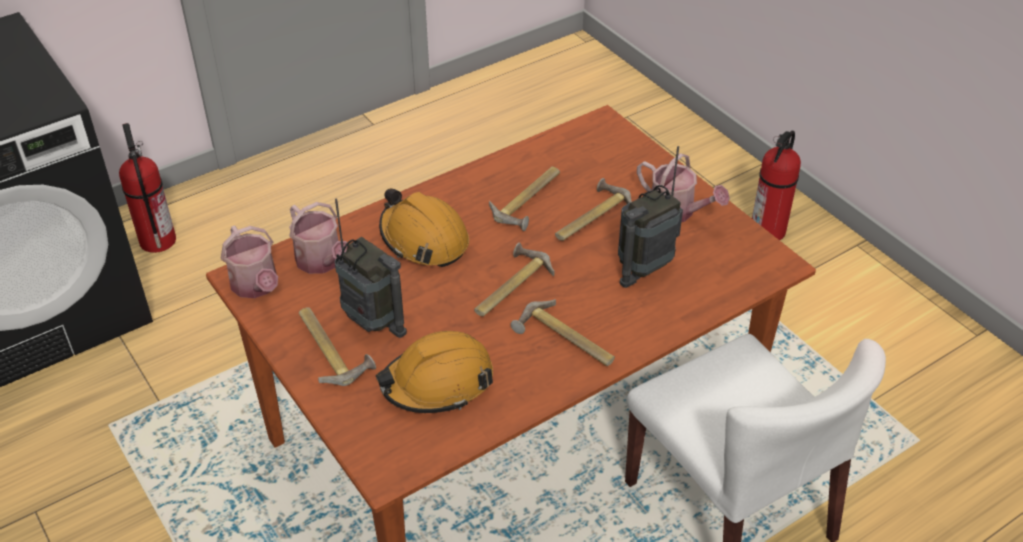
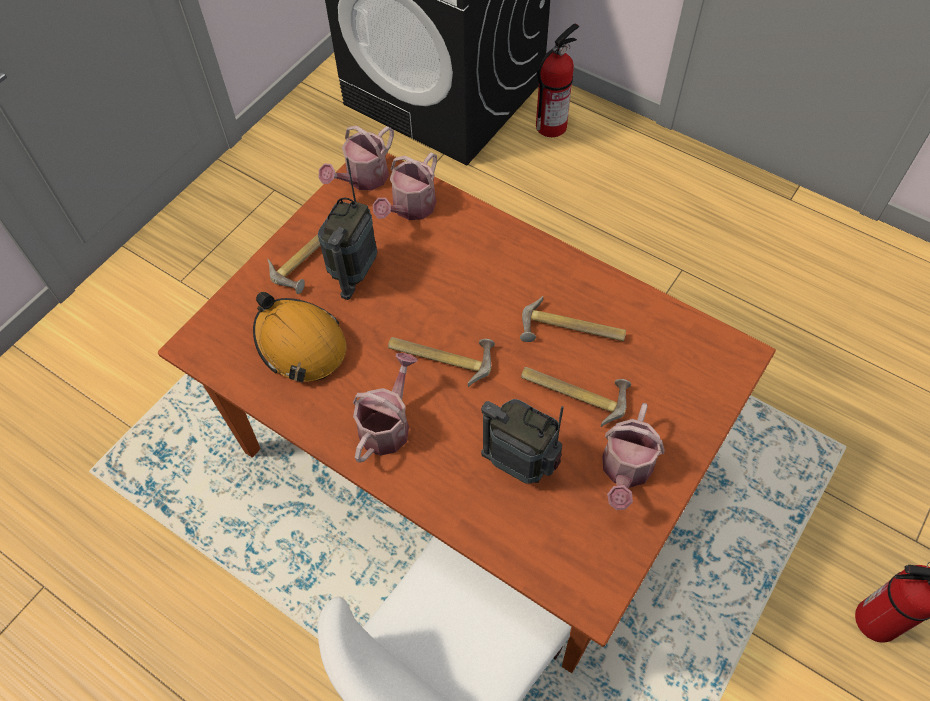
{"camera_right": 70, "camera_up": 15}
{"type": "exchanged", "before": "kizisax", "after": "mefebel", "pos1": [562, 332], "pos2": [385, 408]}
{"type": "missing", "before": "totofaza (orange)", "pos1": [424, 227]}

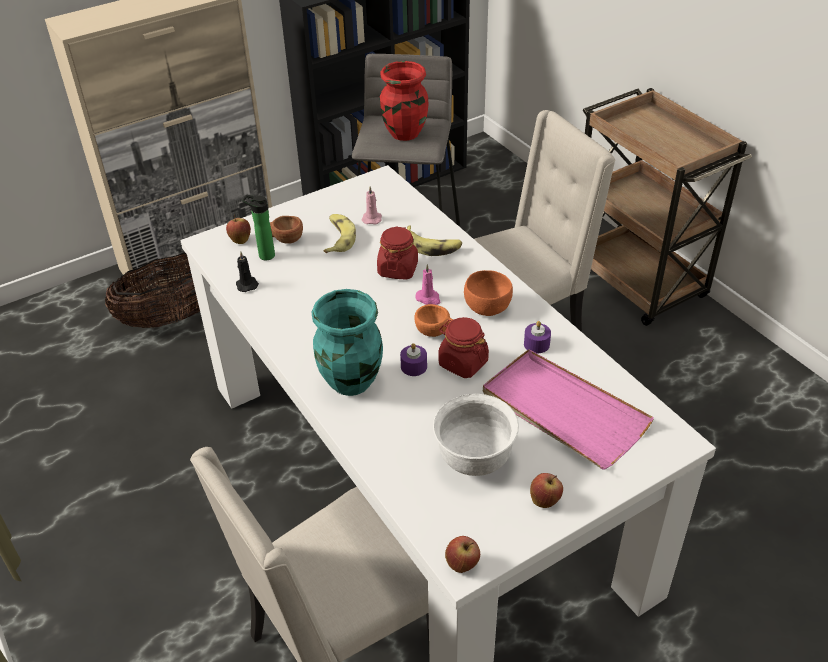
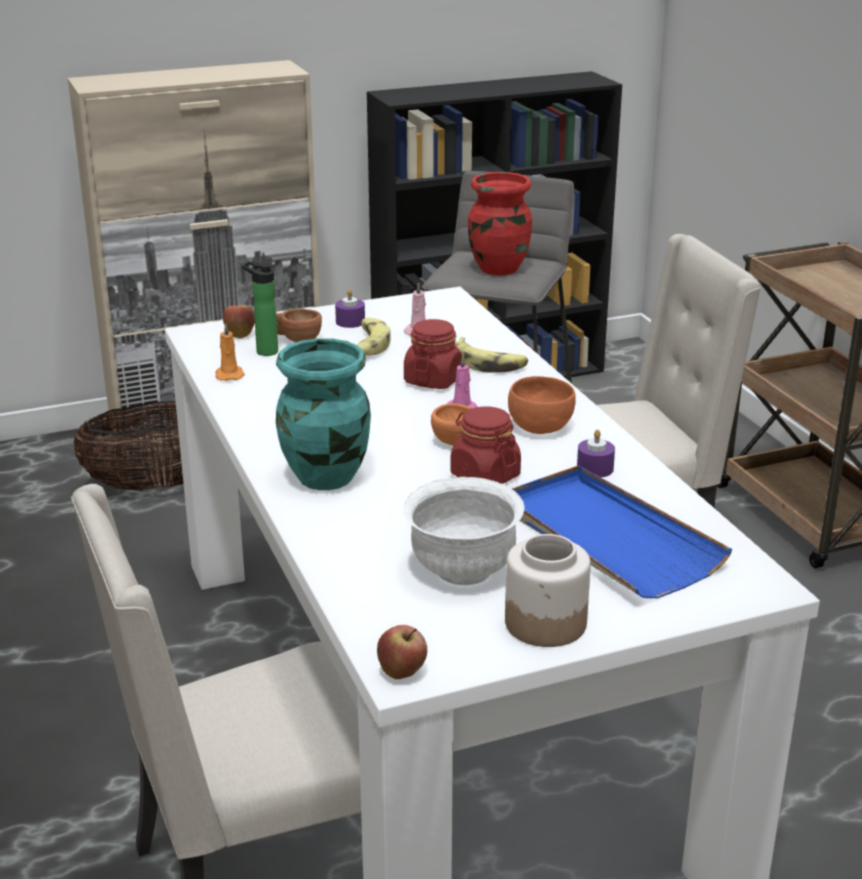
{"camera_right": 10, "camera_up": -15}
{"type": "colour", "before": "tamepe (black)", "after": "tamepe (orange)", "pos1": [247, 272], "pos2": [230, 352]}
{"type": "relocated", "before": "tamepe (purple)", "pos1": [413, 359], "pos2": [350, 308]}
{"type": "exchanged", "before": "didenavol", "after": "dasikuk", "pos1": [546, 490], "pos2": [548, 590]}
{"type": "colour", "before": "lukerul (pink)", "after": "lukerul (blue)", "pos1": [568, 409], "pos2": [622, 531]}

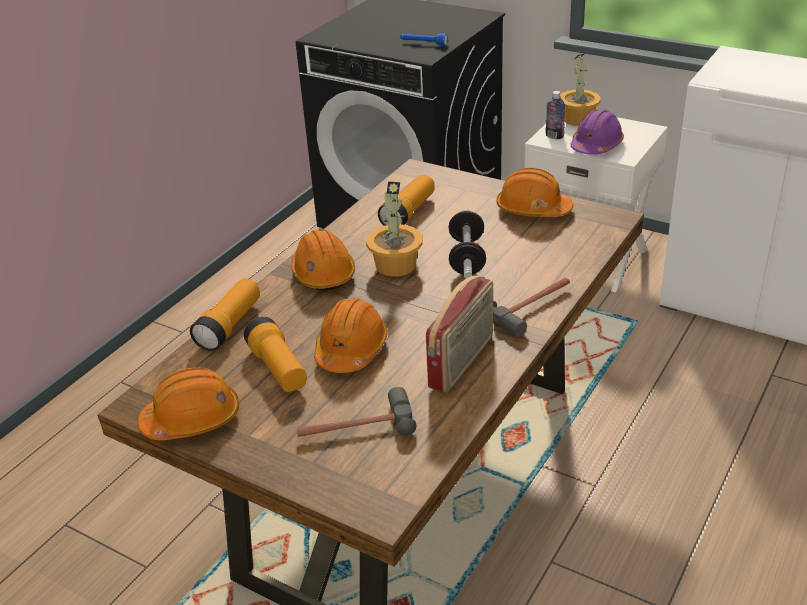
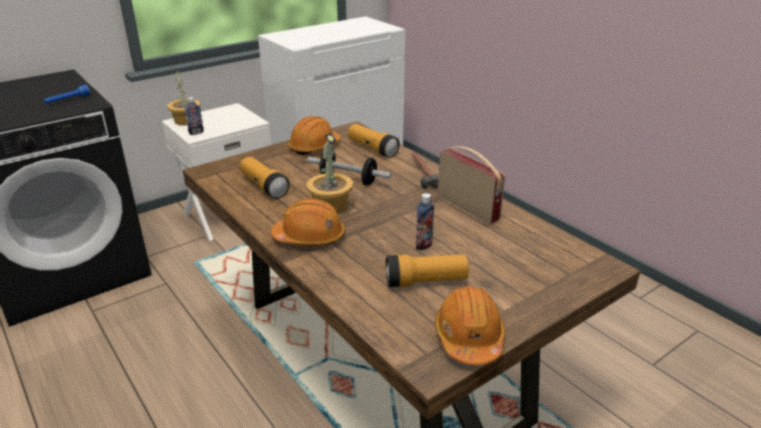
{"camera_right": -70, "camera_up": -5}
{"type": "relocated", "before": "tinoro", "pos1": [225, 315], "pos2": [374, 141]}
{"type": "exchanged", "before": "totofaza (orange)", "after": "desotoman", "pos1": [351, 335], "pos2": [425, 221]}
{"type": "missing", "before": "kizisax", "pos1": [356, 412]}
{"type": "missing", "before": "totofaza (purple)", "pos1": [597, 132]}

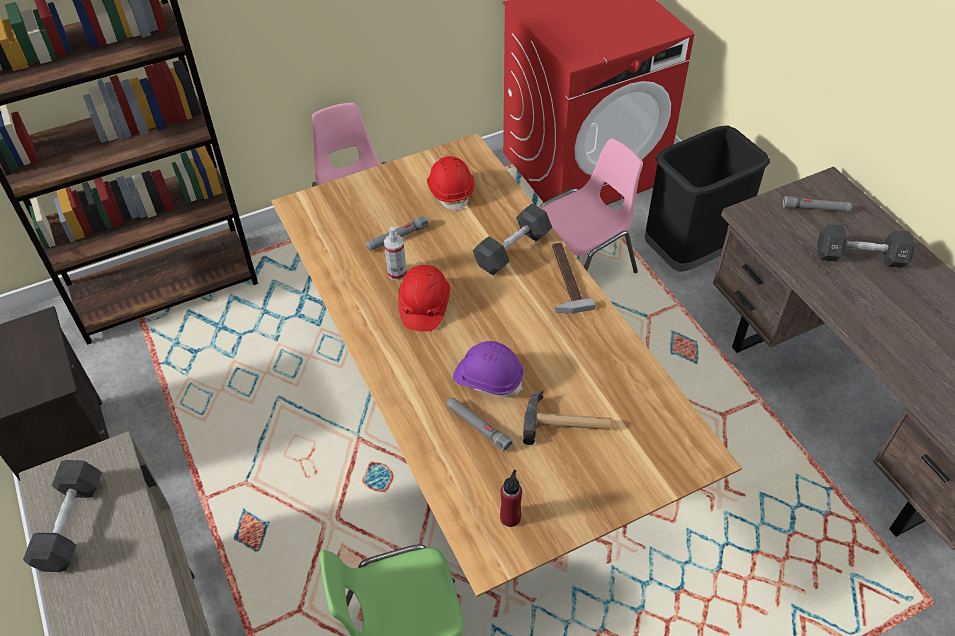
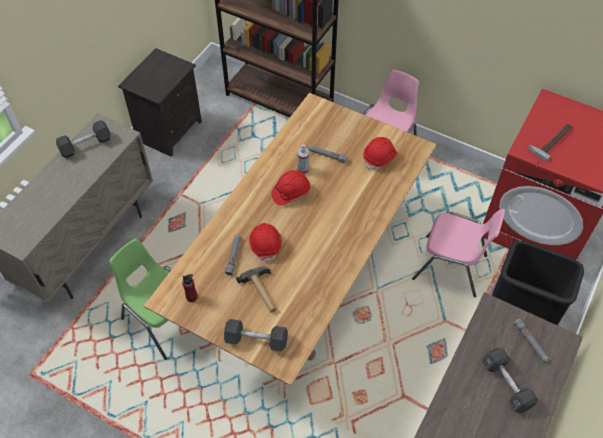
{"camera_right": 55, "camera_up": 5}
{"type": "relocated", "before": "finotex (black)", "pos1": [512, 239], "pos2": [256, 335]}
{"type": "colour", "before": "totofaza (purple)", "after": "totofaza (red)", "pos1": [488, 369], "pos2": [265, 243]}
{"type": "relocated", "before": "kizisax", "pos1": [573, 278], "pos2": [550, 143]}

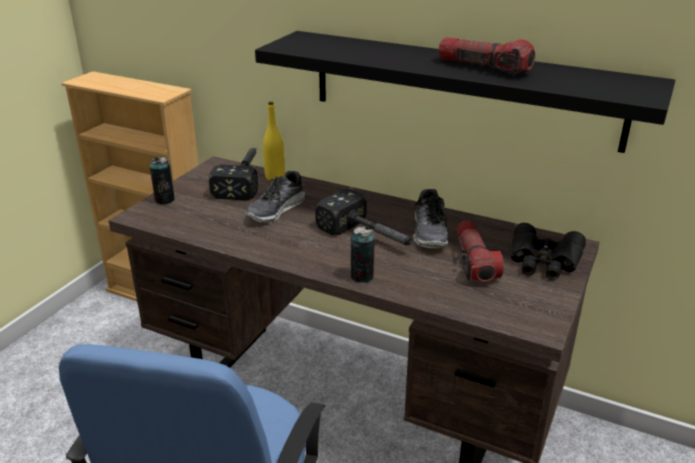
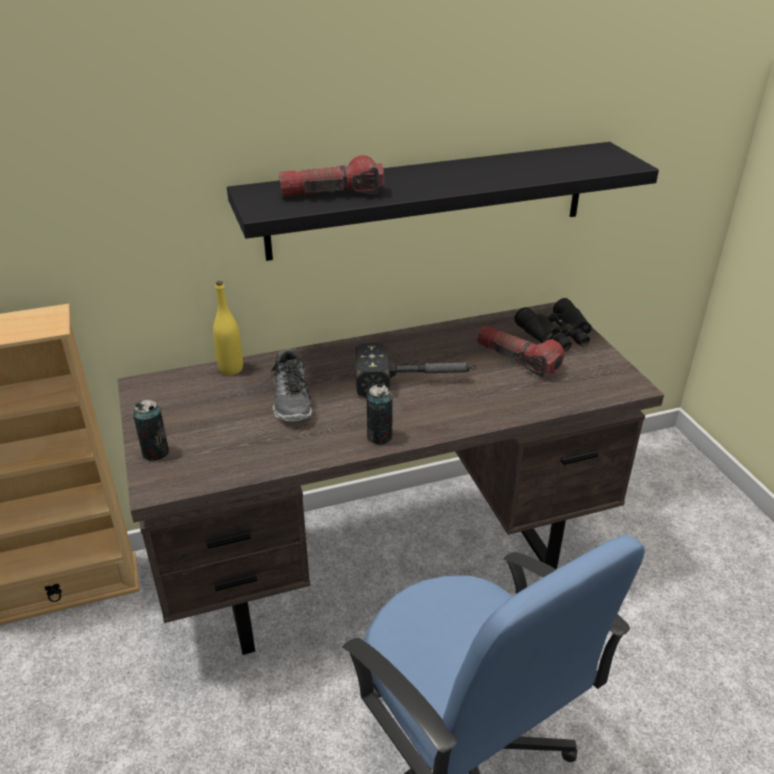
{"camera_right": -45, "camera_up": 5}
{"type": "relocated", "before": "tinoro", "pos1": [486, 56], "pos2": [332, 176]}
{"type": "relocated", "before": "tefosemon", "pos1": [362, 255], "pos2": [380, 414]}
{"type": "missing", "before": "kizisax", "pos1": [233, 174]}
{"type": "missing", "before": "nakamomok", "pos1": [430, 218]}

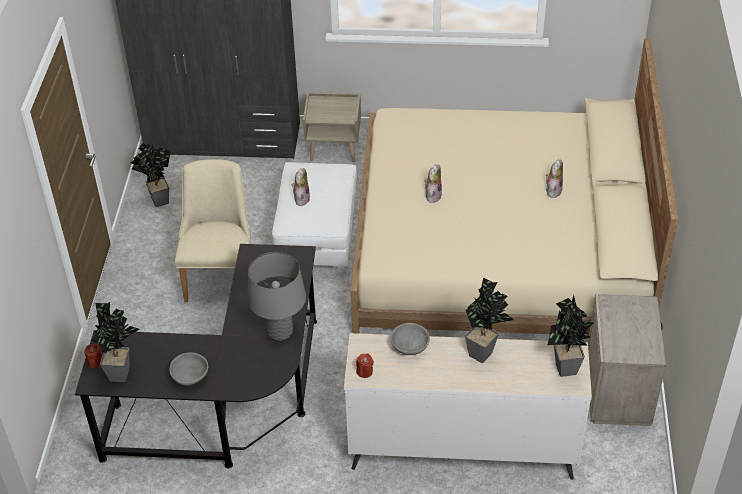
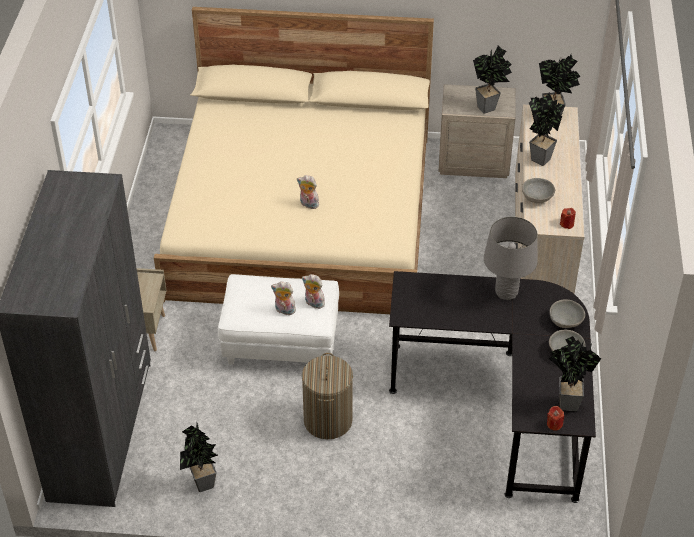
{"camera_right": -90, "camera_up": 0}
{"type": "relocated", "before": "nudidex", "pos1": [554, 179], "pos2": [313, 291]}
{"type": "exchanged", "before": "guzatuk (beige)", "after": "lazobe", "pos1": [213, 230], "pos2": [327, 396]}
{"type": "appeared", "after": "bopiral", "pos2": [492, 79]}
{"type": "appeared", "after": "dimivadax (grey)", "pos2": [567, 313]}

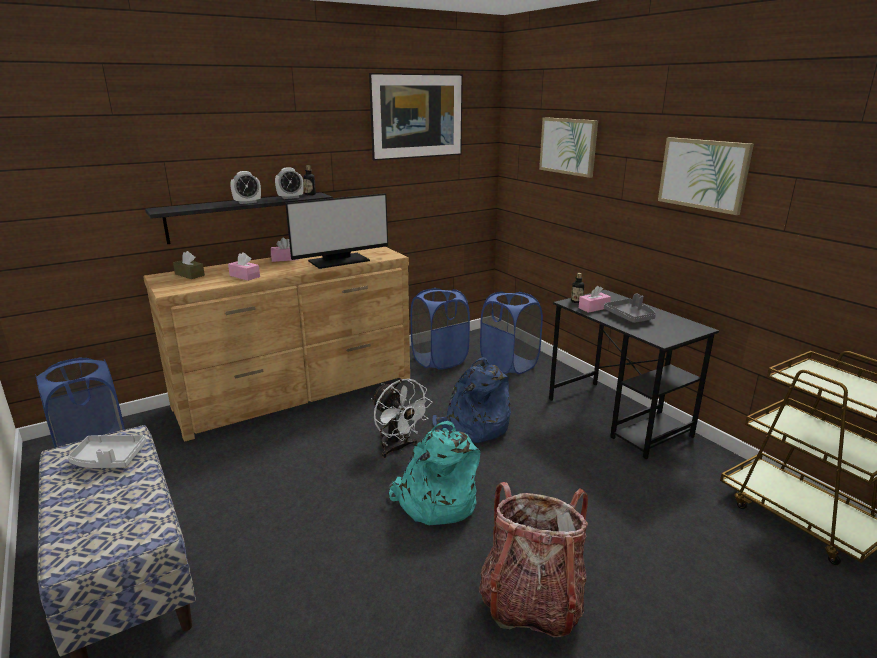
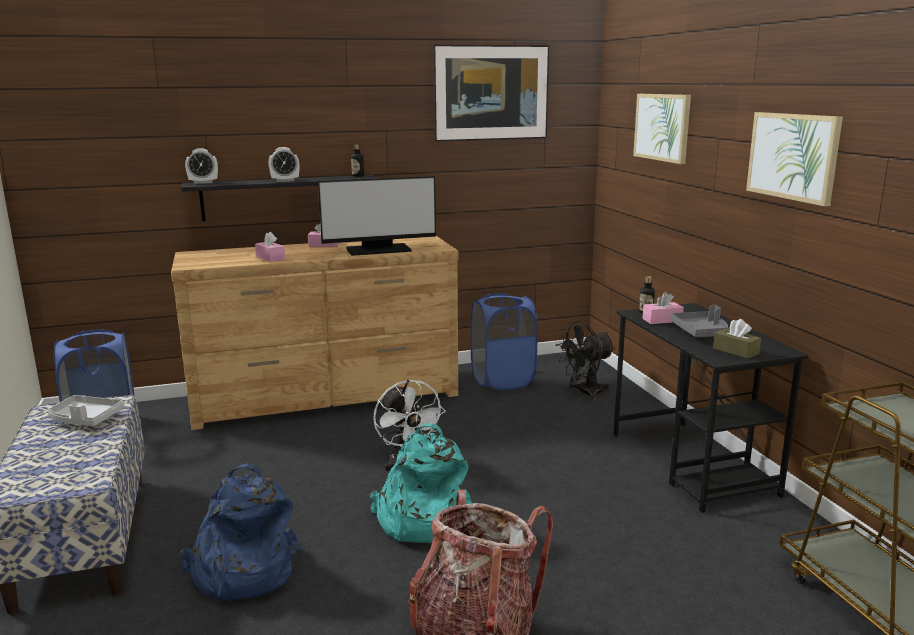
{"camera_right": 15, "camera_up": -5}
{"type": "relocated", "before": "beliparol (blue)", "pos1": [471, 400], "pos2": [240, 532]}
{"type": "relocated", "before": "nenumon", "pos1": [289, 183], "pos2": [201, 166]}
{"type": "exchanged", "before": "lazobe (blue)", "after": "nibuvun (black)", "pos1": [511, 332], "pos2": [585, 361]}
{"type": "relocated", "before": "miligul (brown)", "pos1": [189, 265], "pos2": [737, 339]}

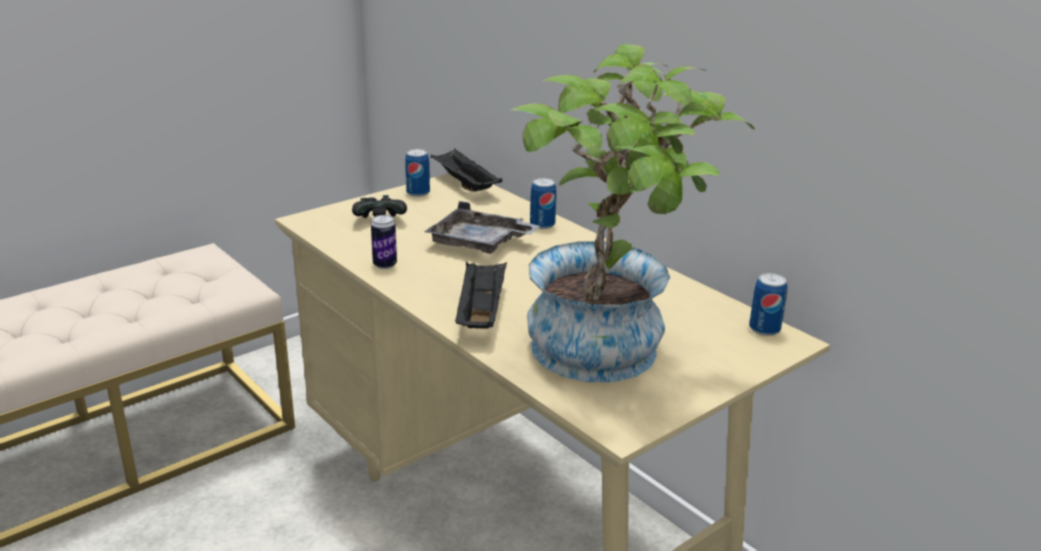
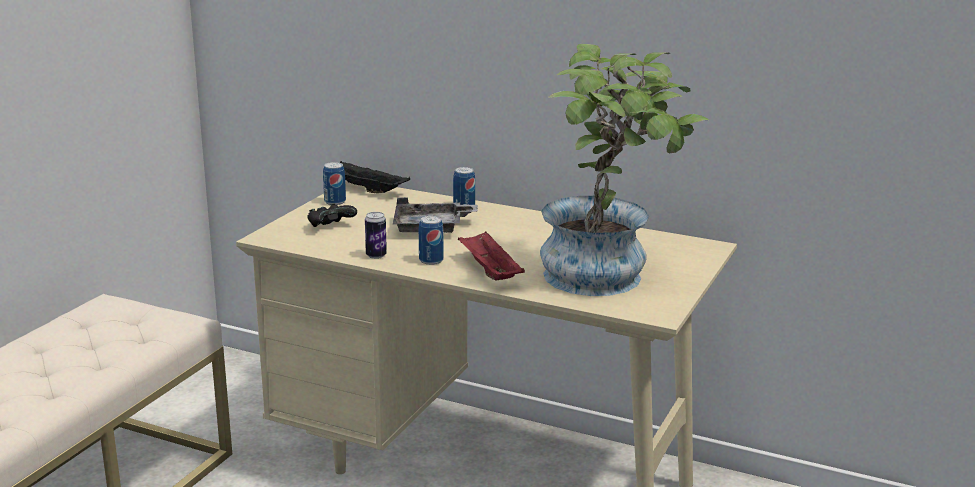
{"camera_right": -25, "camera_up": -5}
{"type": "relocated", "before": "tefosemon", "pos1": [768, 304], "pos2": [431, 240]}
{"type": "colour", "before": "lukerul (black)", "after": "lukerul (red)", "pos1": [481, 295], "pos2": [491, 256]}

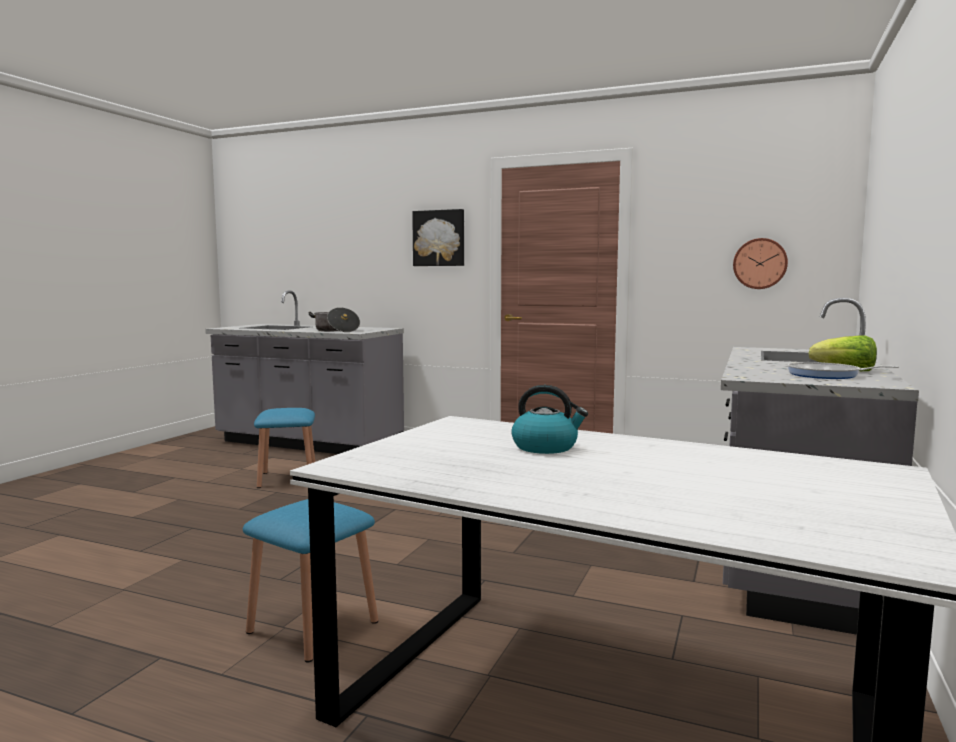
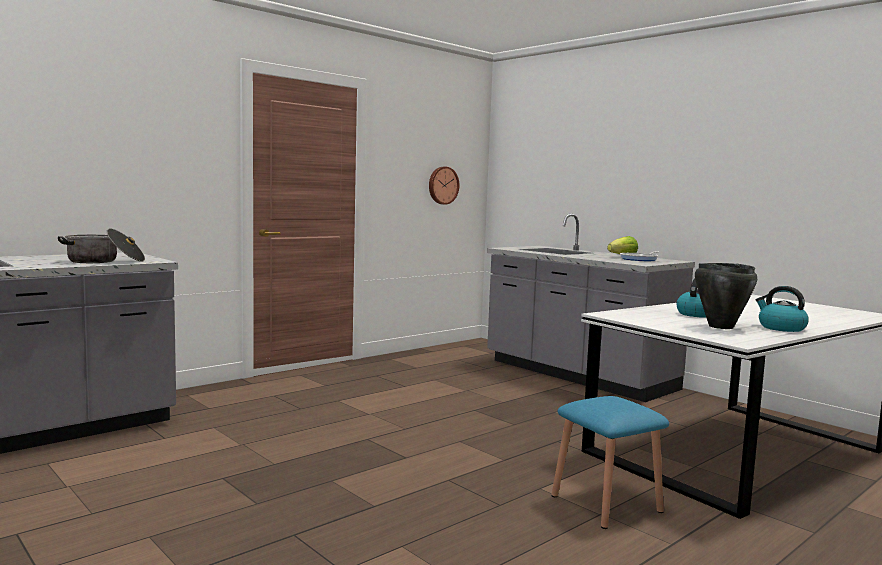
{"camera_right": -65, "camera_up": 0}
{"type": "appeared", "after": "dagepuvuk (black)", "pos2": [726, 296]}
{"type": "appeared", "after": "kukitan", "pos2": [782, 309]}
{"type": "missing", "before": "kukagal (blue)", "pos1": [284, 448]}
{"type": "missing", "before": "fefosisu", "pos1": [438, 237]}

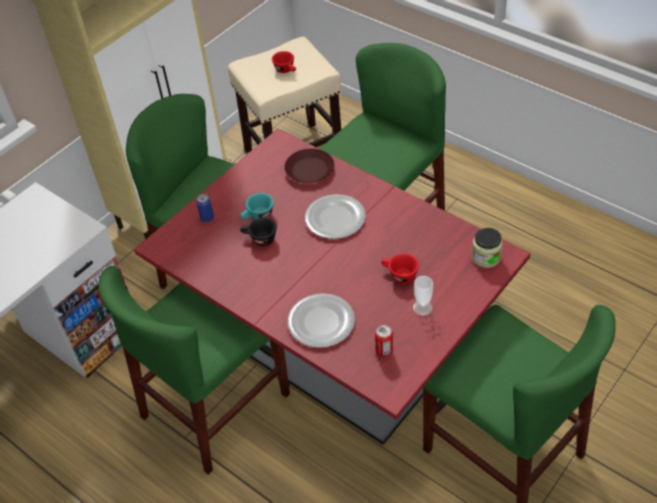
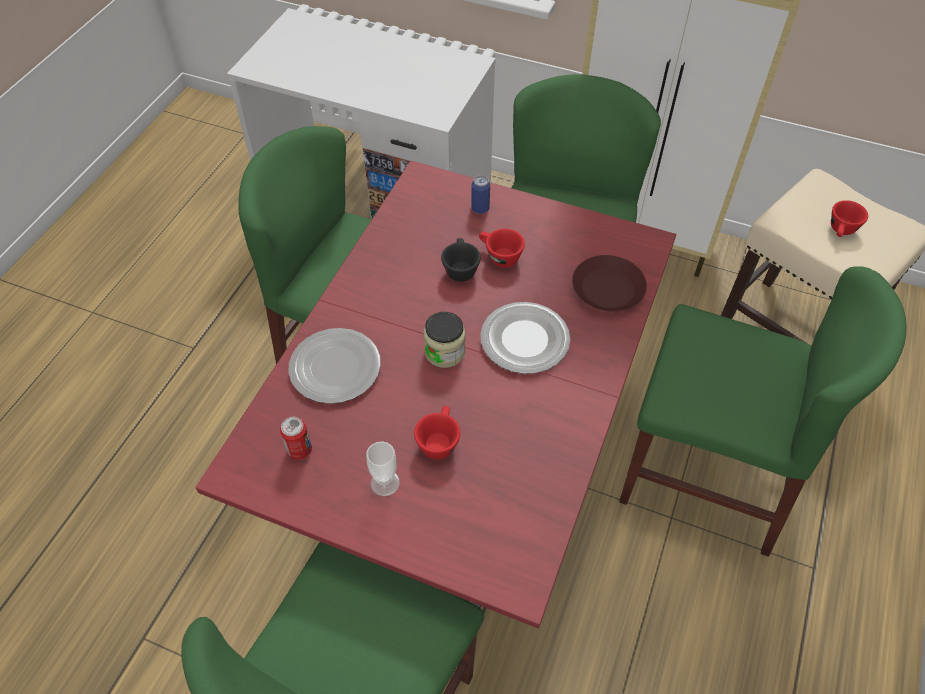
{"camera_right": 70, "camera_up": 5}
{"type": "relocated", "before": "dasikuk", "pos1": [487, 248], "pos2": [444, 340]}
{"type": "colour", "before": "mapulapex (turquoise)", "after": "mapulapex (red)", "pos1": [257, 206], "pos2": [502, 248]}

